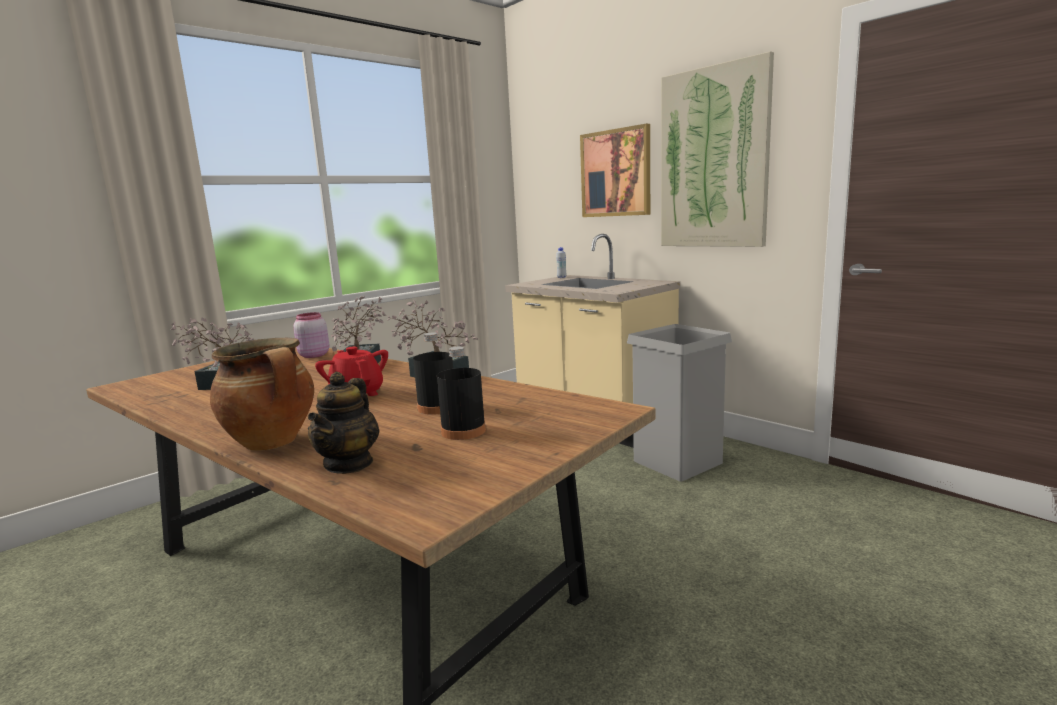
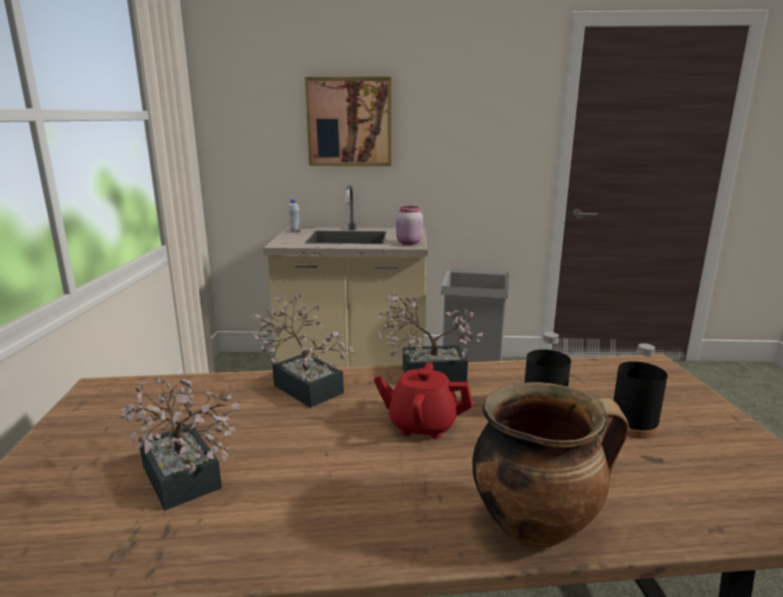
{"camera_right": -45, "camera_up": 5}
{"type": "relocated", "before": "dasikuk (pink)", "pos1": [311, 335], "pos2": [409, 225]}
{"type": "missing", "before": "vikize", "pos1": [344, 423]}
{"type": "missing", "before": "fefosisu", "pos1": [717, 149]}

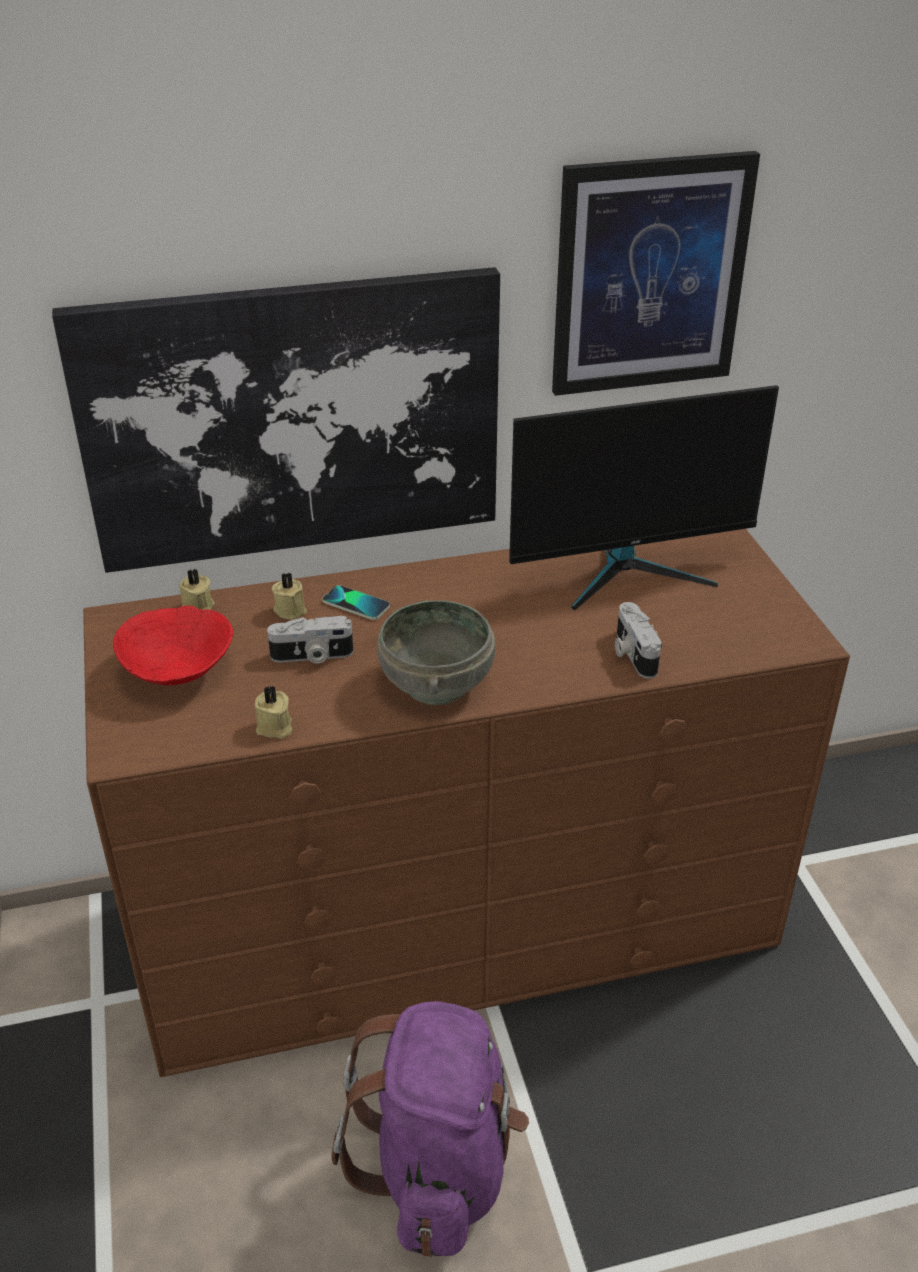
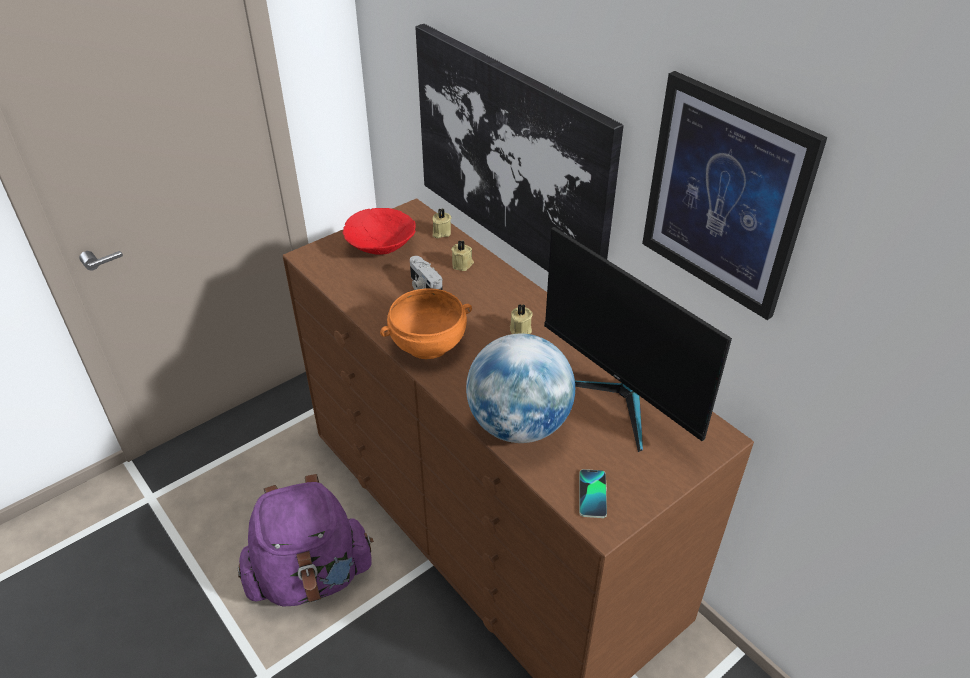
{"camera_right": 65, "camera_up": 5}
{"type": "colour", "before": "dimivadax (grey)", "after": "dimivadax (orange)", "pos1": [436, 652], "pos2": [426, 323]}
{"type": "exchanged", "before": "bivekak", "after": "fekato", "pos1": [638, 640], "pos2": [520, 388]}
{"type": "relocated", "before": "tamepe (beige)", "pos1": [273, 712], "pos2": [521, 319]}
{"type": "relocated", "before": "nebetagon", "pos1": [356, 602], "pos2": [593, 493]}

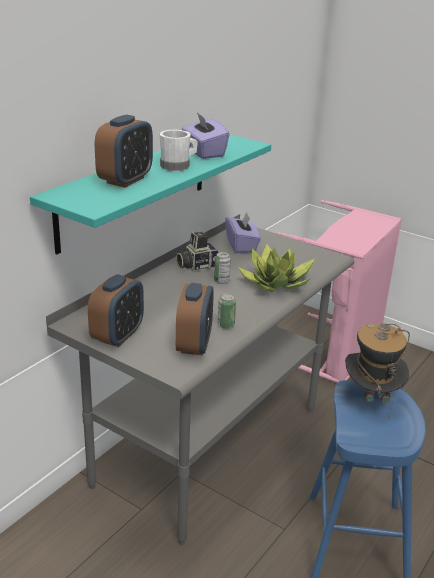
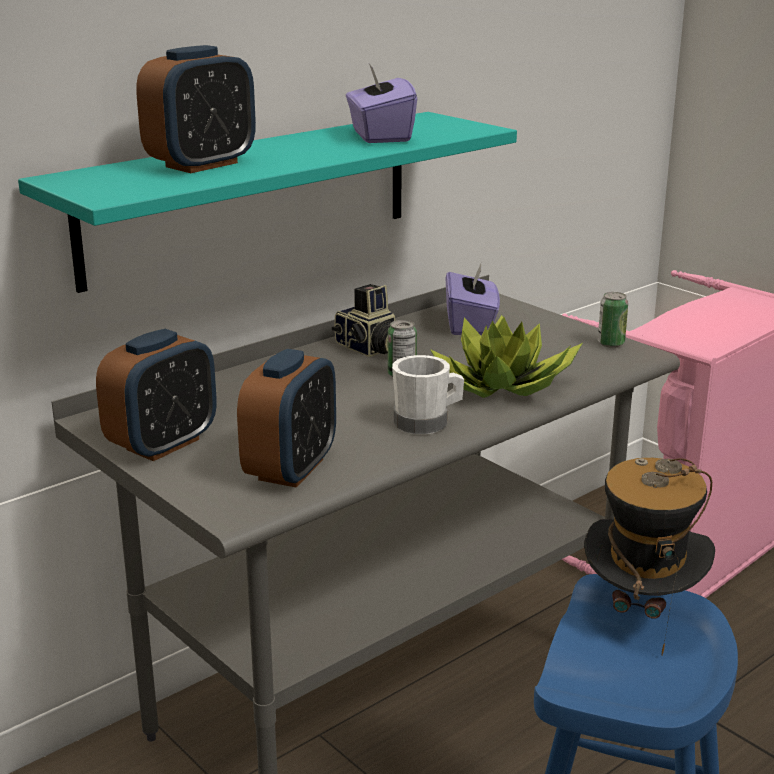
{"camera_right": 15, "camera_up": -5}
{"type": "spun", "before": "bivekak", "pos1": [197, 251], "pos2": [363, 320], "turn": -120}
{"type": "relocated", "before": "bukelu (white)", "pos1": [179, 150], "pos2": [428, 394]}
{"type": "relocated", "before": "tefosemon", "pos1": [227, 311], "pos2": [613, 320]}

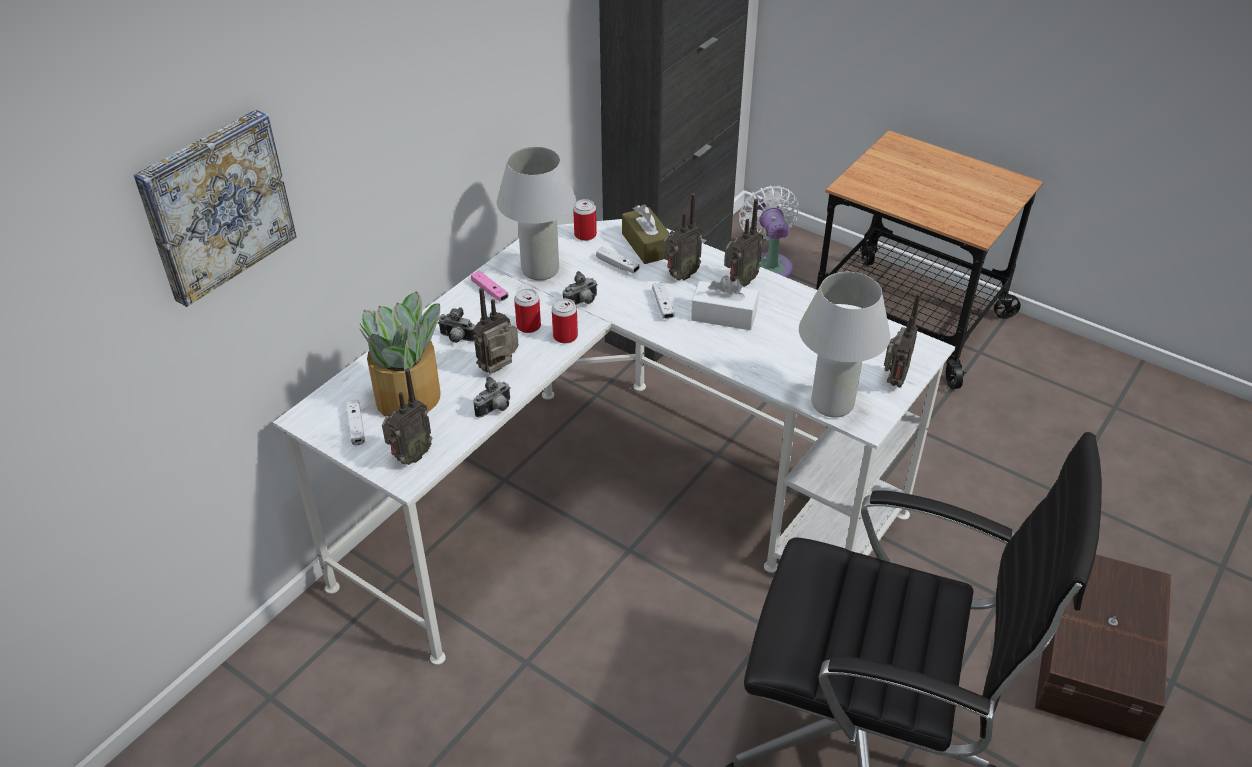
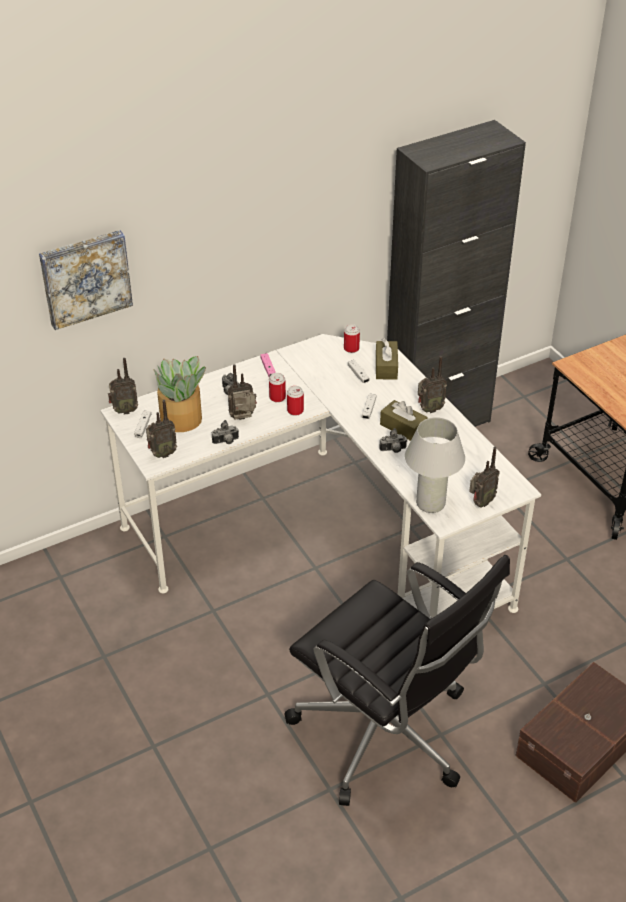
{"camera_right": 25, "camera_up": 0}
{"type": "relocated", "before": "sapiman", "pos1": [683, 236], "pos2": [123, 386]}
{"type": "relocated", "before": "bivekak", "pos1": [580, 288], "pos2": [393, 440]}
{"type": "colour", "before": "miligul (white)", "after": "miligul (brown)", "pos1": [725, 302], "pos2": [404, 420]}
{"type": "missing", "before": "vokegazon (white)", "pos1": [536, 214]}
{"type": "missing", "before": "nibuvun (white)", "pos1": [769, 232]}

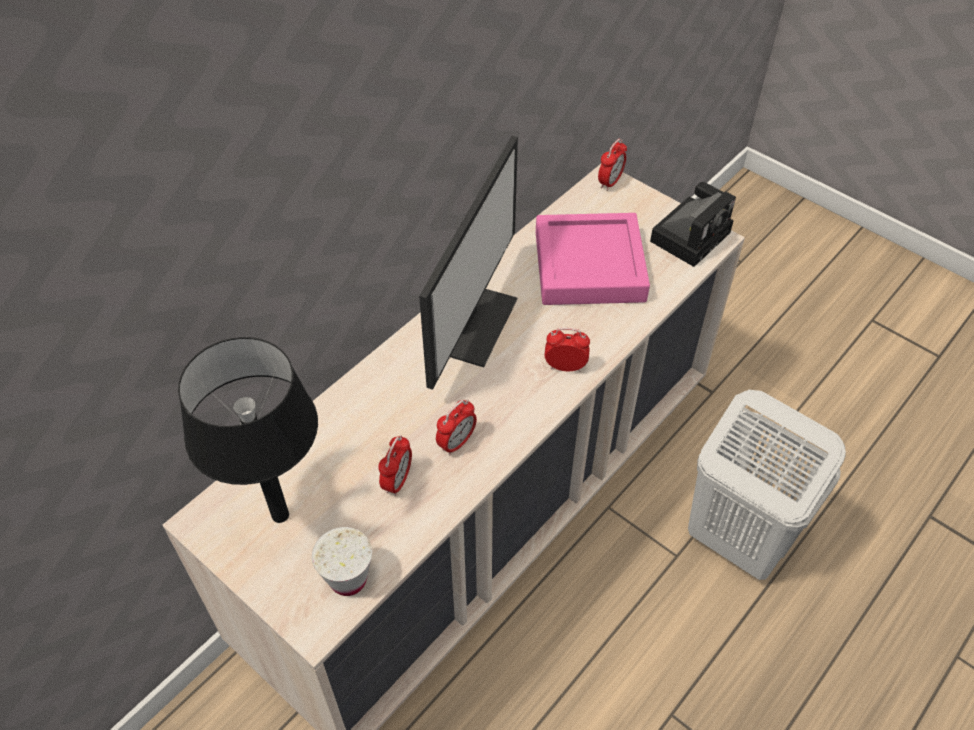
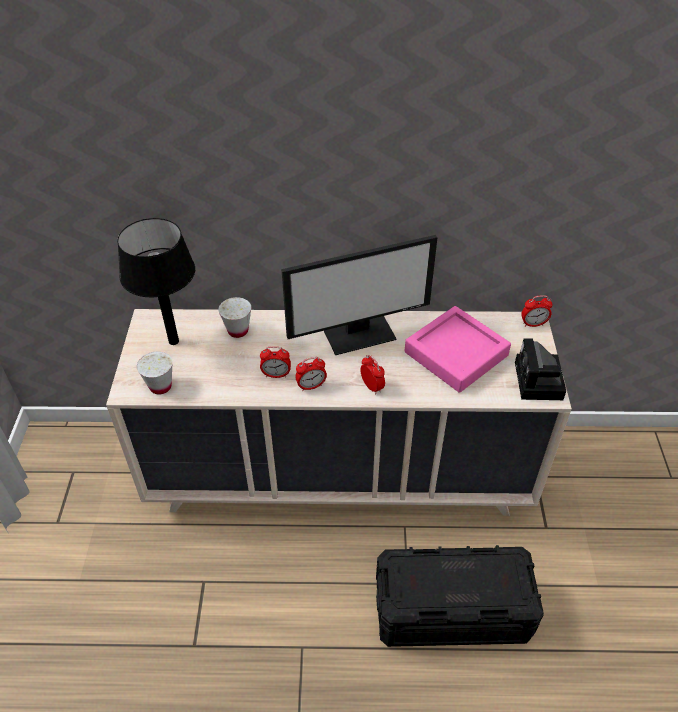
{"camera_right": 50, "camera_up": -5}
{"type": "appeared", "after": "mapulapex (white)", "pos2": [234, 317]}
{"type": "relocated", "before": "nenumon", "pos1": [395, 465], "pos2": [311, 374]}
{"type": "exchanged", "before": "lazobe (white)", "after": "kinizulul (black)", "pos1": [767, 485], "pos2": [460, 596]}
{"type": "spun", "before": "bivekak", "pos1": [693, 224], "pos2": [540, 369], "turn": 90}

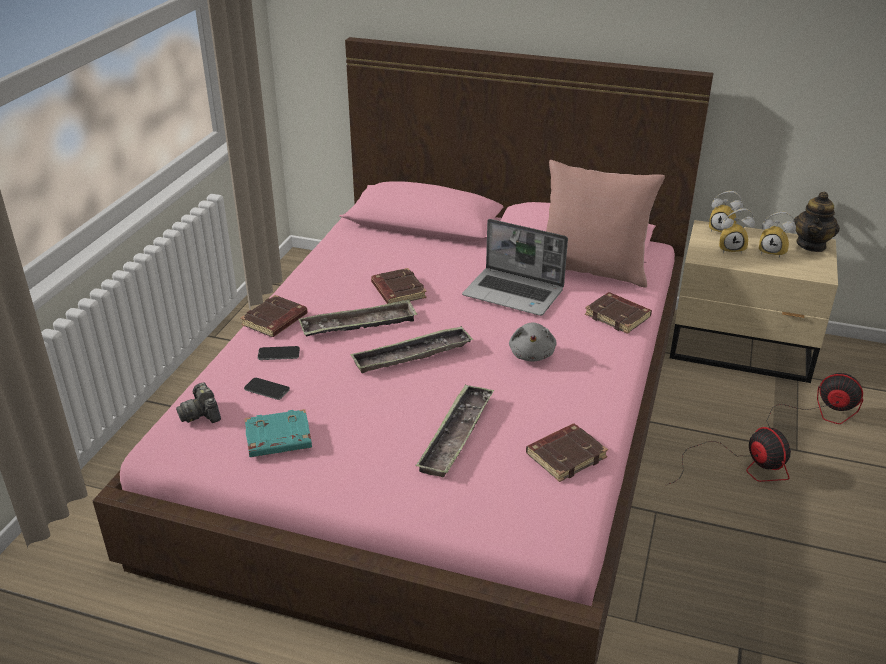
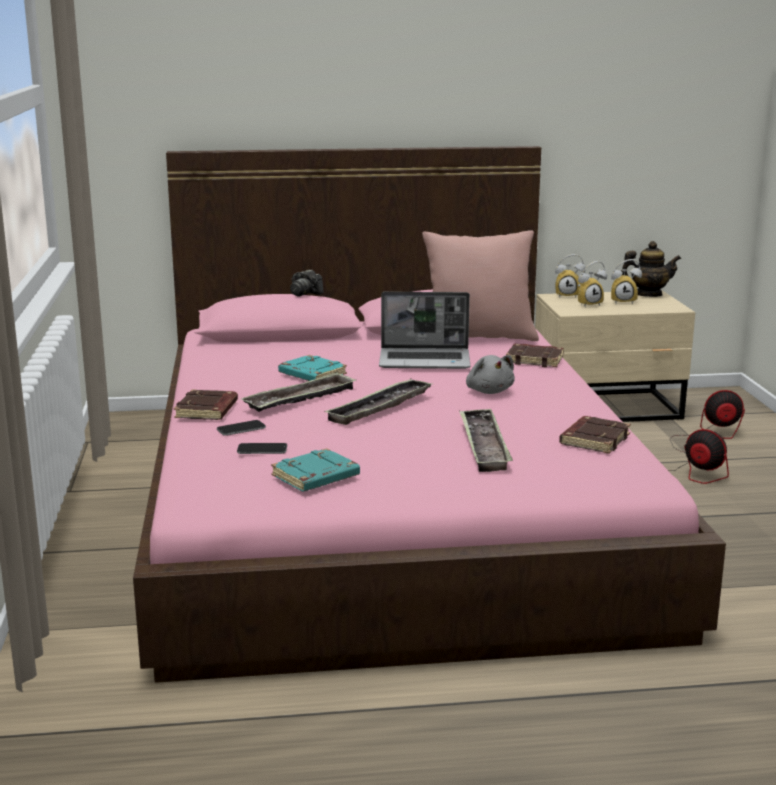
{"camera_right": -25, "camera_up": -15}
{"type": "colour", "before": "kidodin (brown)", "after": "kidodin (turquoise)", "pos1": [399, 286], "pos2": [312, 368]}
{"type": "relocated", "before": "bivekak", "pos1": [198, 402], "pos2": [306, 282]}
{"type": "spun", "before": "vikize", "pos1": [817, 222], "pos2": [651, 269], "turn": -90}

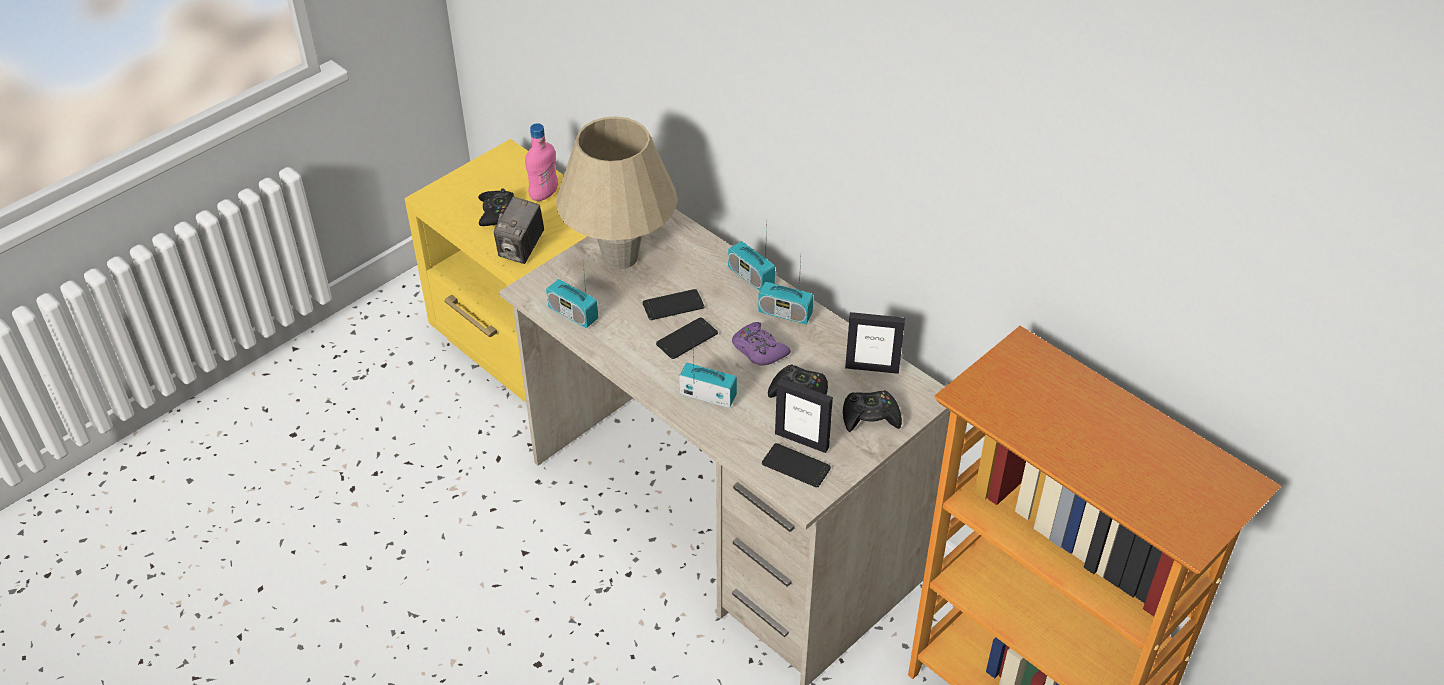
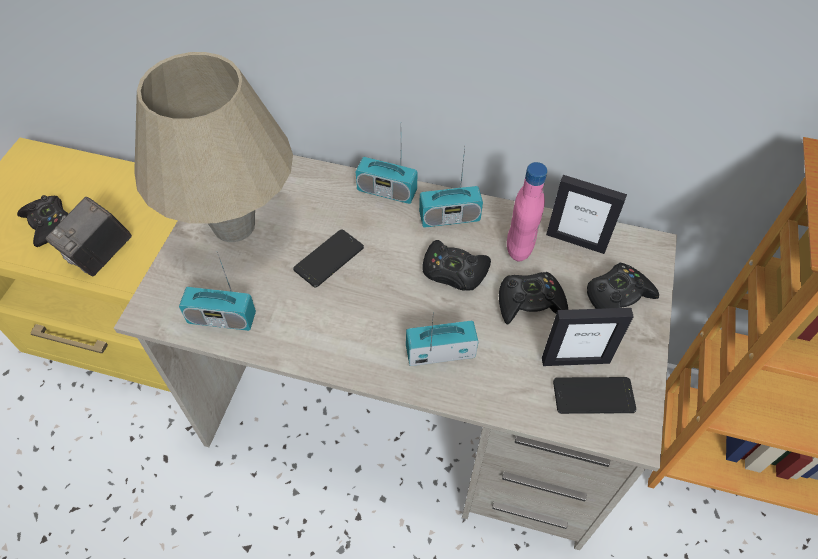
{"camera_right": -30, "camera_up": 10}
{"type": "spun", "before": "bivekak", "pos1": [519, 230], "pos2": [89, 236], "turn": 45}
{"type": "colour", "before": "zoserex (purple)", "after": "zoserex (black)", "pos1": [761, 344], "pos2": [456, 265]}
{"type": "relocated", "before": "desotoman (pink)", "pos1": [541, 162], "pos2": [527, 211]}
{"type": "spun", "before": "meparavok", "pos1": [875, 343], "pos2": [586, 214], "turn": 45}
{"type": "missing", "before": "nebetagon", "pos1": [687, 338]}

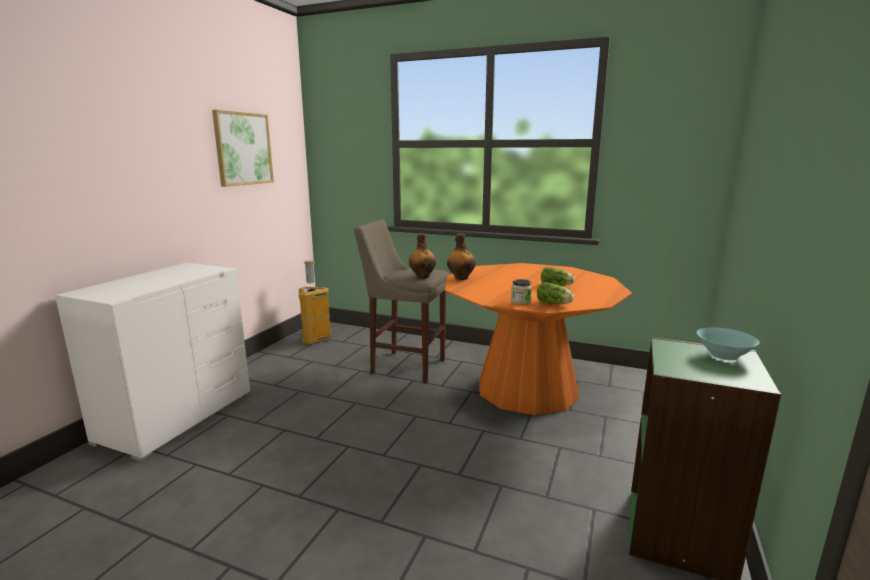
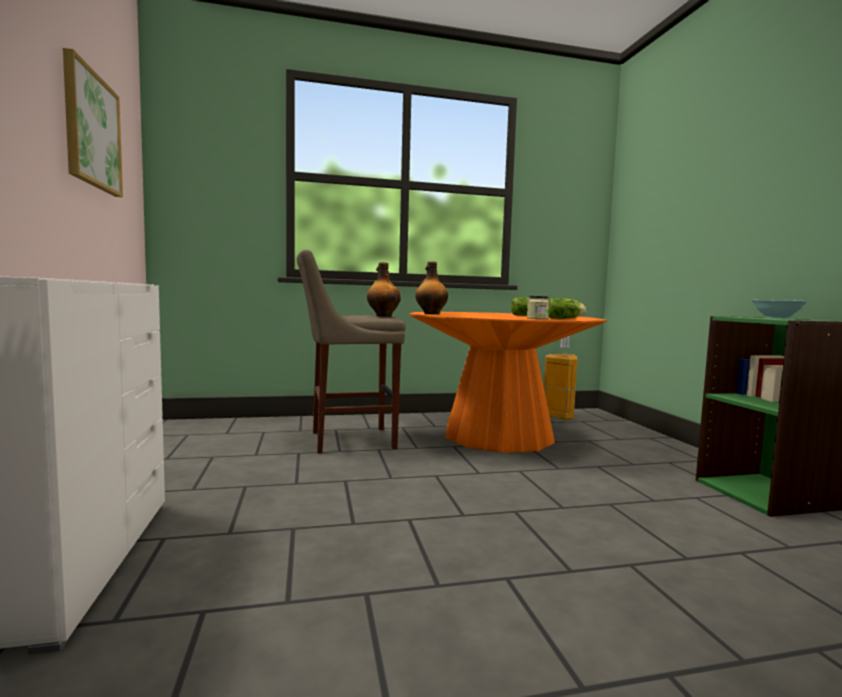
{"camera_right": -35, "camera_up": -10}
{"type": "relocated", "before": "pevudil", "pos1": [315, 302], "pos2": [561, 378]}

